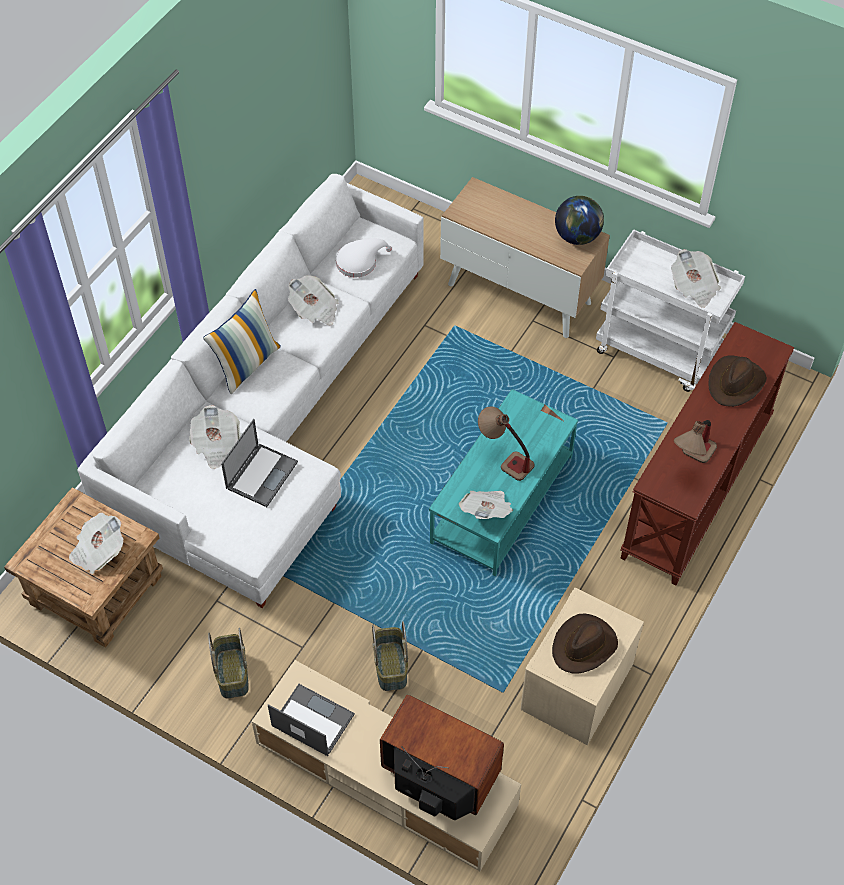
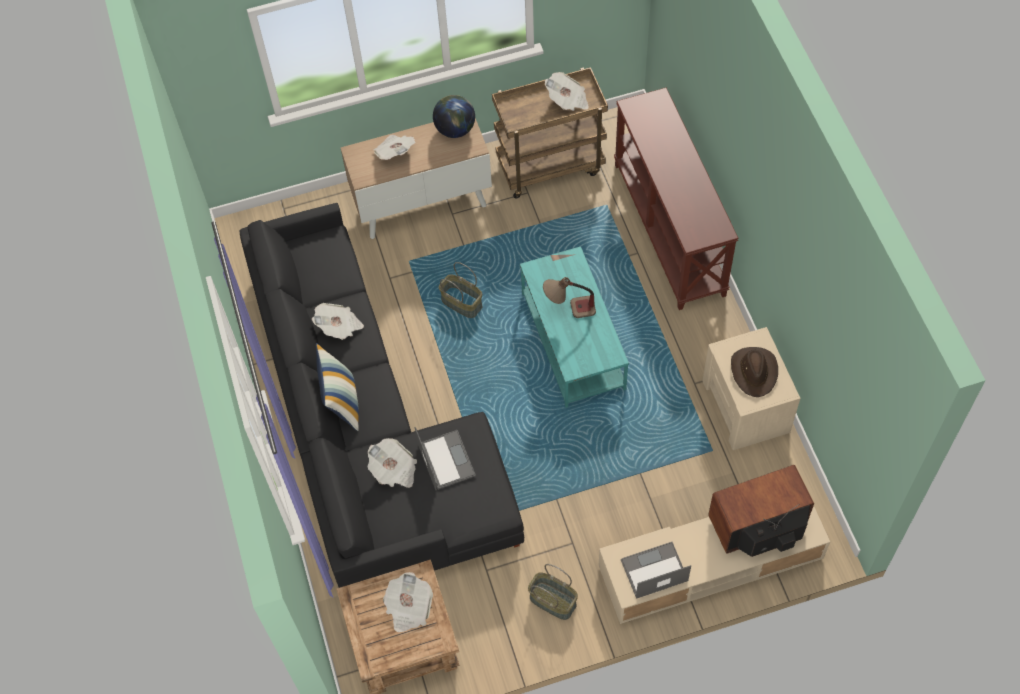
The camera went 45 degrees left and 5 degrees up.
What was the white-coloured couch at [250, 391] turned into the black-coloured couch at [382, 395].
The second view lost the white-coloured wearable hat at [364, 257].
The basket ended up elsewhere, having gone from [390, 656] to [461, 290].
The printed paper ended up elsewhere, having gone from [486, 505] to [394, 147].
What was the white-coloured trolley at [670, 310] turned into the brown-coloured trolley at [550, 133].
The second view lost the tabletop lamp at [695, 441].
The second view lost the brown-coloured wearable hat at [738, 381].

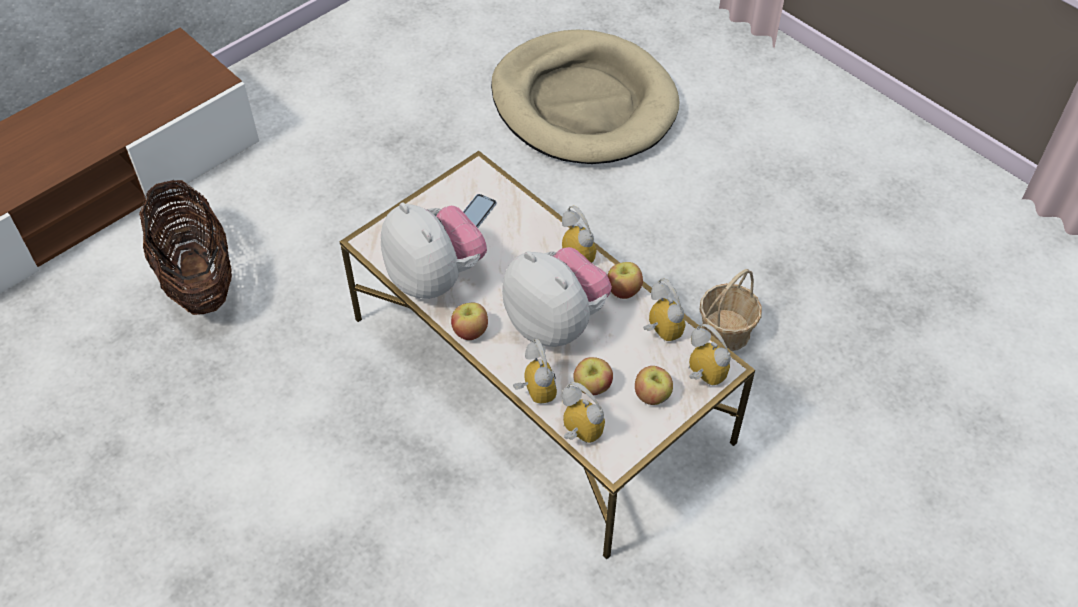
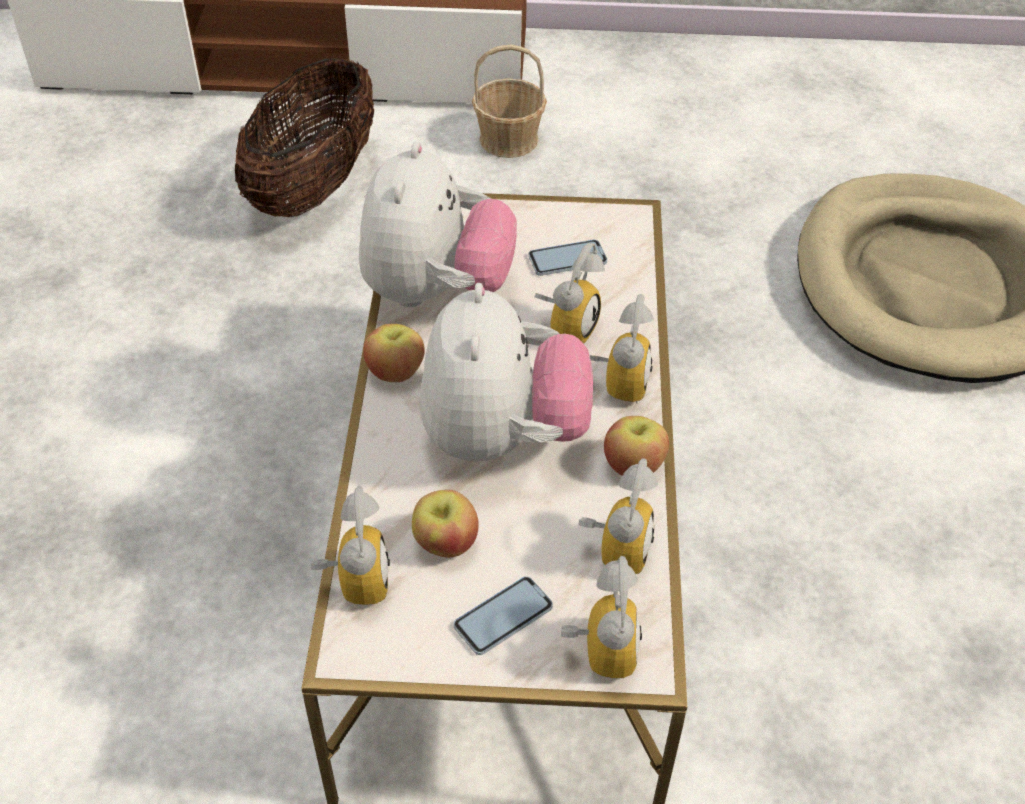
The camera went 45 degrees right and 5 degrees down.
The alarm clock ended up elsewhere, having gone from [535, 371] to [570, 293].
Where the apple stood at [654, 385], the telephone came to stand at [503, 615].
The basket ended up elsewhere, having gone from [731, 310] to [509, 101].

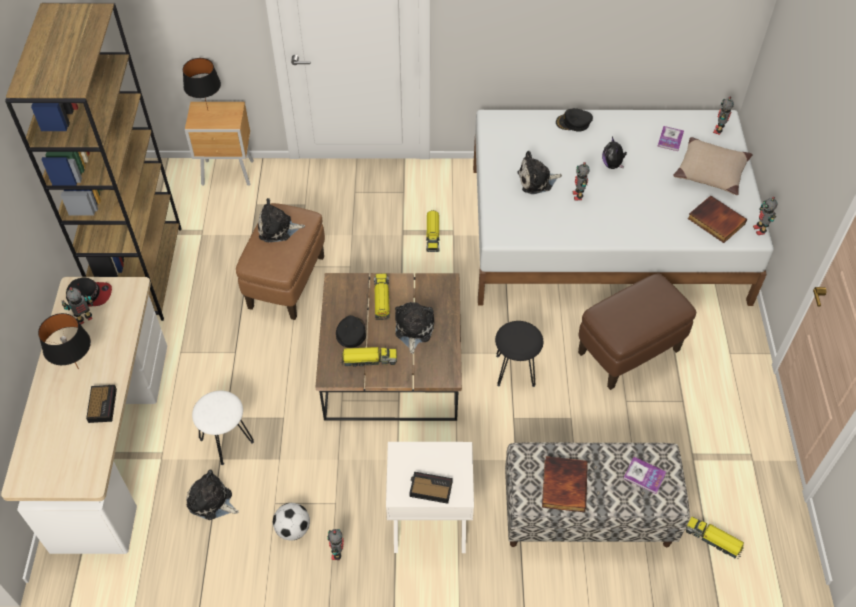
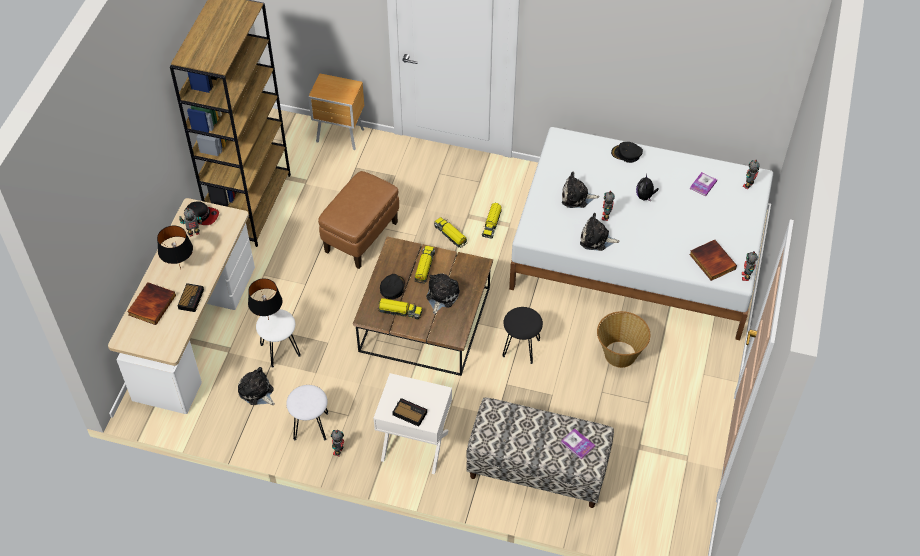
The camera went 15 degrees right and 0 degrees up.
The black-coloured tabletop lamp ended up elsewhere, having gone from [202, 83] to [265, 299].
The cuddly toy ended up elsewhere, having gone from [281, 220] to [600, 232].
Where the football stood at [291, 522], the white-coloured sitting stool came to stand at [307, 413].
The volume ended up elsewhere, having gone from [565, 484] to [151, 303].
Where the brown-coloured pouffe stood at [637, 332], the basket came to stand at [623, 339].
The second view lost the beige cushion at [713, 166].
The toy lorry ended up elsewhere, having gone from [714, 537] to [451, 232].

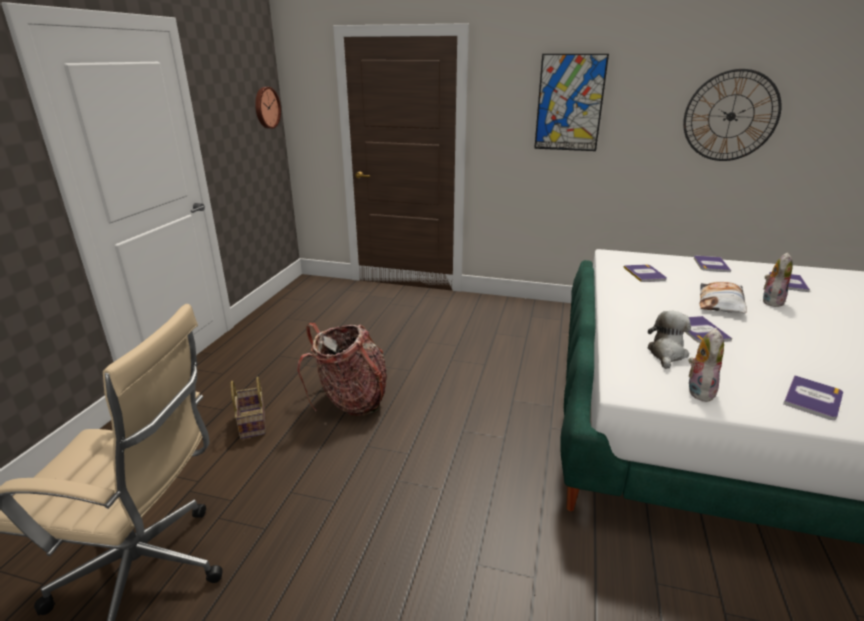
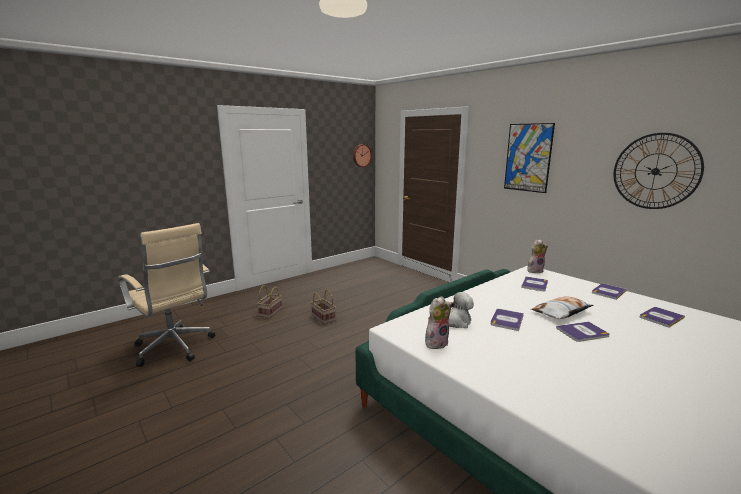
The camera went 35 degrees right and 10 degrees down.
Where the rucksack stood at [342, 369], the basket came to stand at [323, 307].
The cuddly toy ended up elsewhere, having gone from [778, 280] to [537, 256].
The volume ended up elsewhere, having gone from [813, 397] to [582, 331].

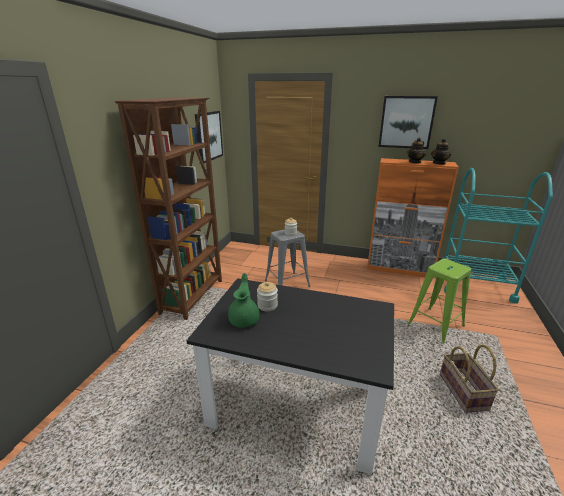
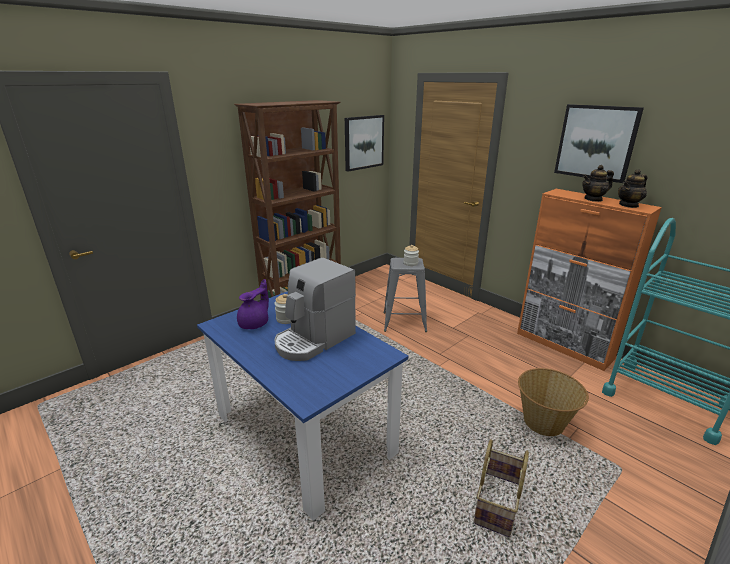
The camera went 30 degrees right and 0 degrees up.
What was the black-coloured kitchen table at [290, 376] turned into the blue kitchen table at [302, 406].
What was the green-coloured teapot at [244, 300] turned into the purple-coloured teapot at [253, 304].
Where the green-coloured sitting stool stood at [439, 301], the basket came to stand at [553, 402].
The second view gained the coffee maker at [315, 309].

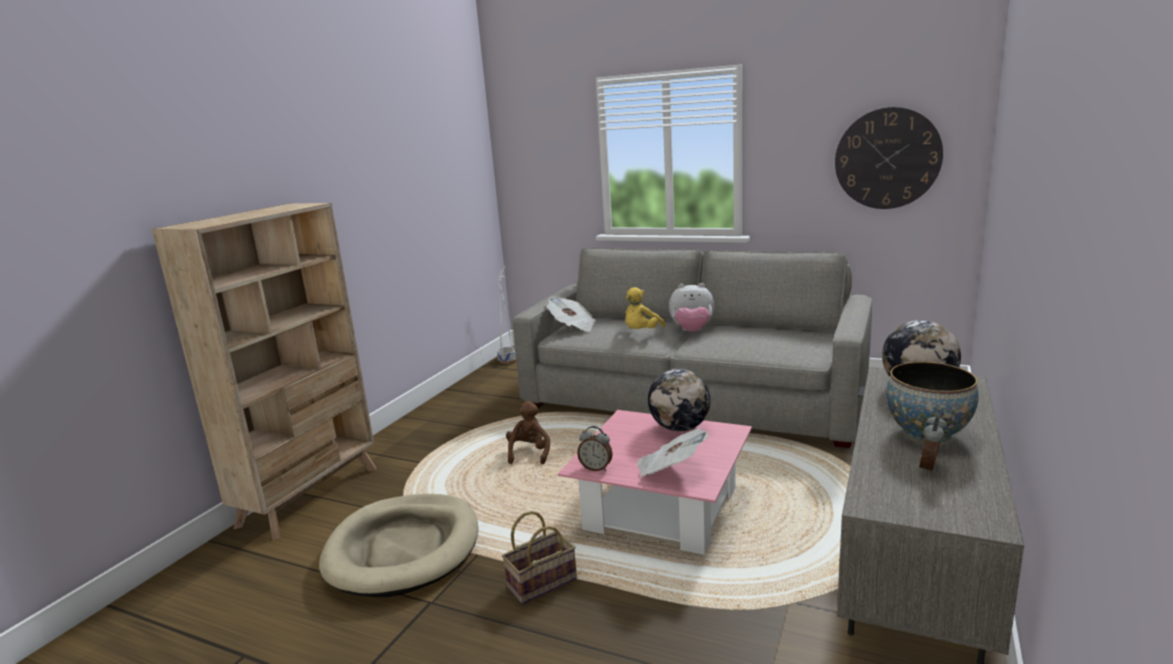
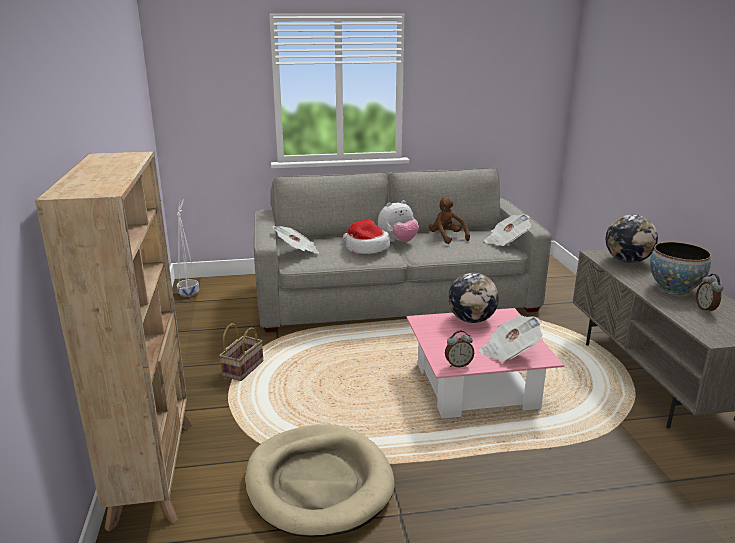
The camera went 35 degrees left and 5 degrees up.
The basket ended up elsewhere, having gone from [539, 557] to [241, 352].
The brown-coloured cuddly toy ended up elsewhere, having gone from [528, 432] to [449, 220].
Where the yellowish cuddly toy stood at [645, 308], the wearable hat came to stand at [366, 237].
The second view lost the wall clock at [889, 158].
The second view gained the printed paper at [507, 230].

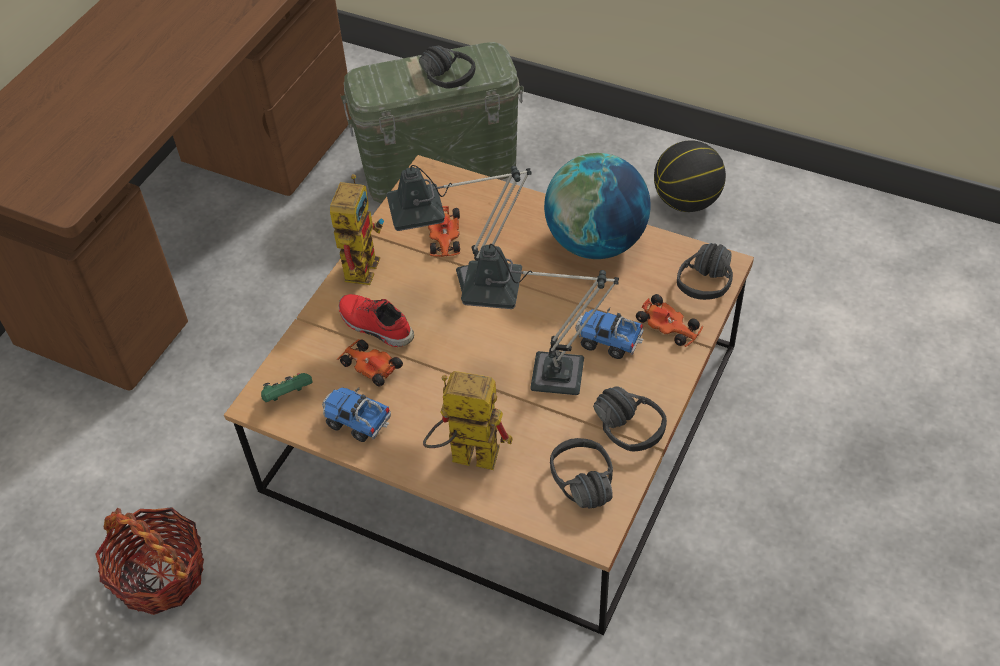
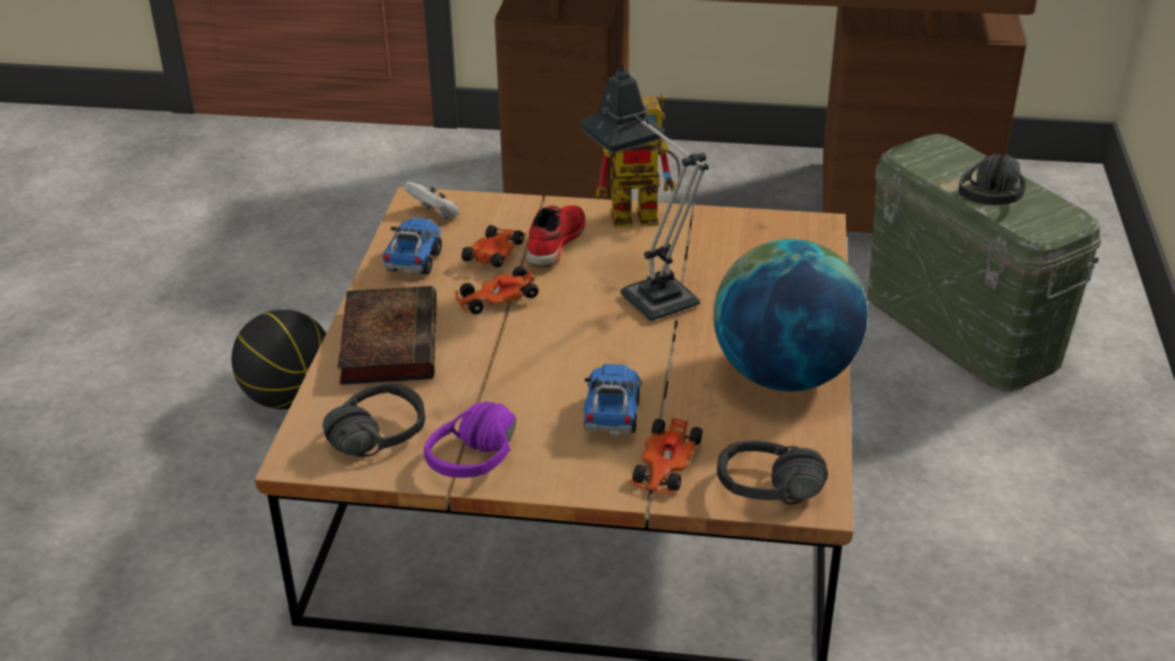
The camera went 70 degrees right and 15 degrees down.
The second view lost the basket at [149, 561].
What was the green-coloured game controller at [287, 387] turned into the white-coloured game controller at [431, 200].
Where the robot figure stood at [468, 420], the volume came to stand at [387, 335].
The model car ended up elsewhere, having gone from [444, 231] to [497, 290].
The second view lost the tabletop lamp at [540, 319].
What was the black-coloured headset at [630, 418] turned into the purple-coloured headset at [470, 439].
The basketball ended up elsewhere, having gone from [690, 176] to [279, 359].

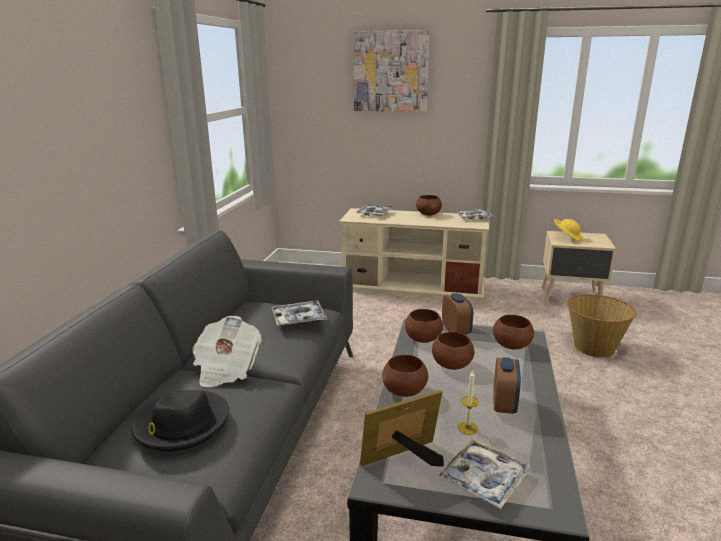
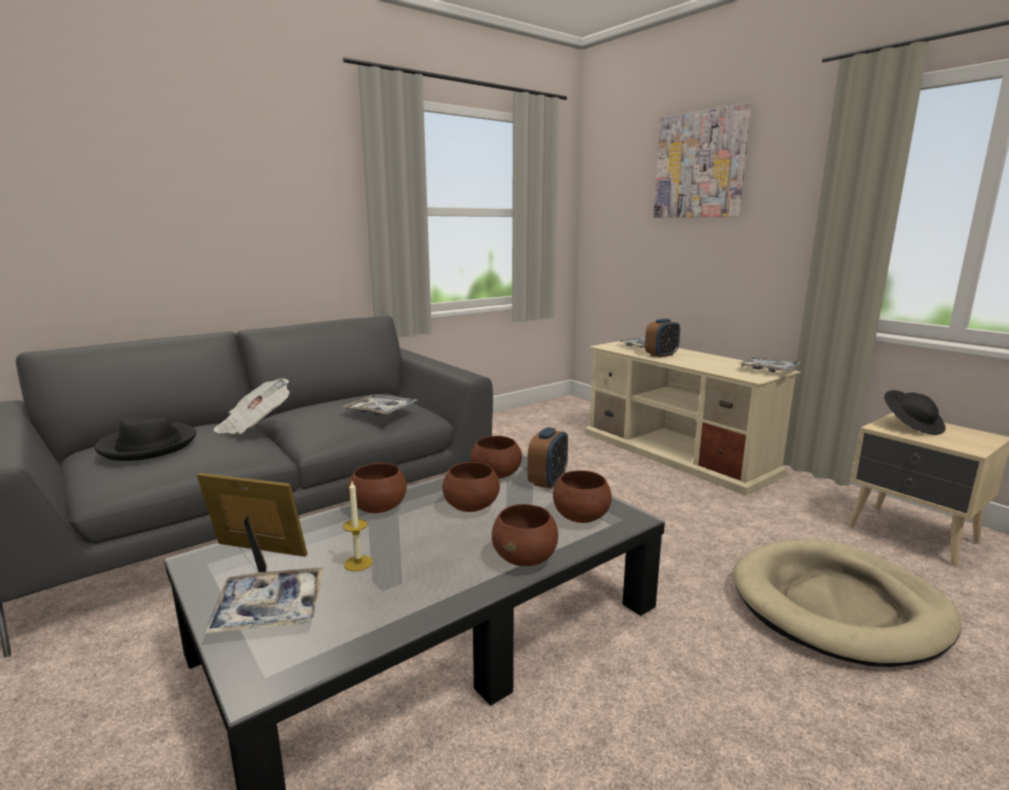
The camera went 40 degrees right and 5 degrees down.
The brown-coloured deep dish ended up elsewhere, having gone from [429, 205] to [525, 535].
The alarm clock ended up elsewhere, having gone from [507, 385] to [662, 338].
What was the yellowish wearable hat at [569, 230] turned into the black-coloured wearable hat at [914, 412].
Where the basket stood at [601, 326], the beige dog bed came to stand at [847, 603].

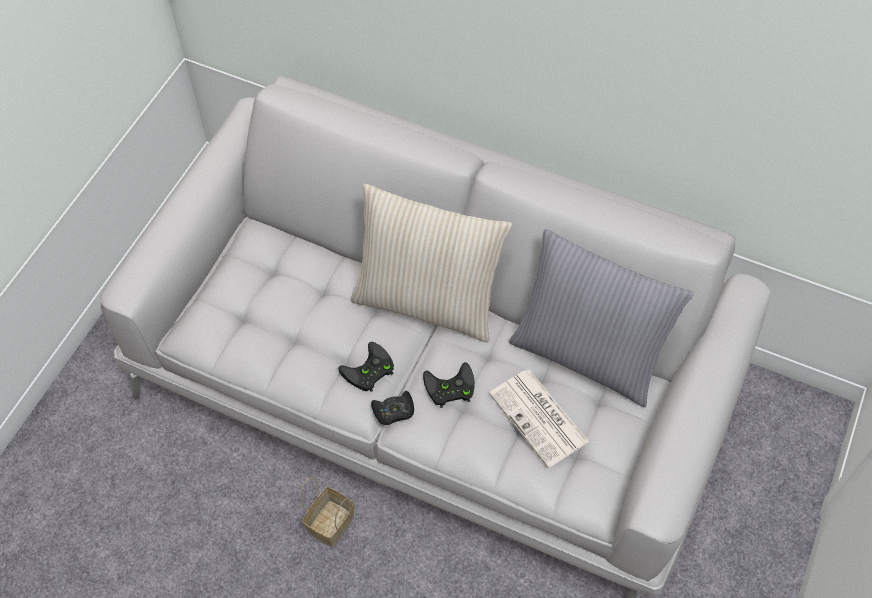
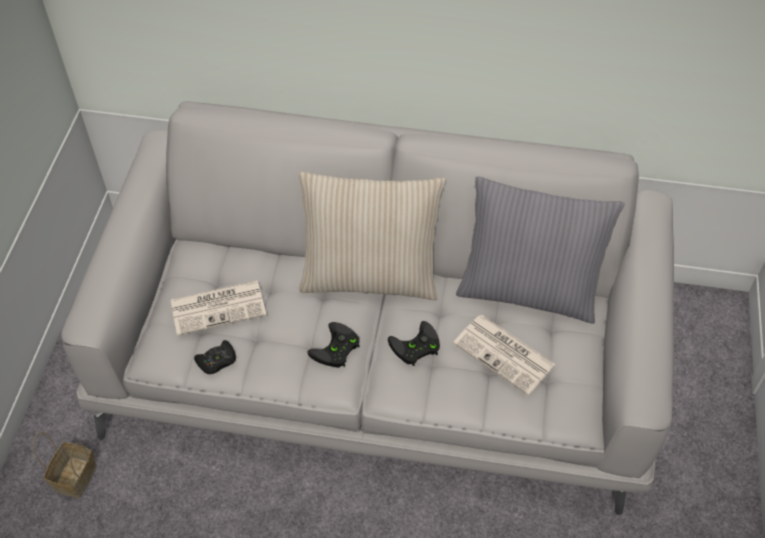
The camera went 15 degrees left and 5 degrees down.
The basket ended up elsewhere, having gone from [327, 512] to [65, 465].
The black-coloured game controller ended up elsewhere, having gone from [392, 408] to [215, 357].
The second view gained the printed paper at [218, 308].

